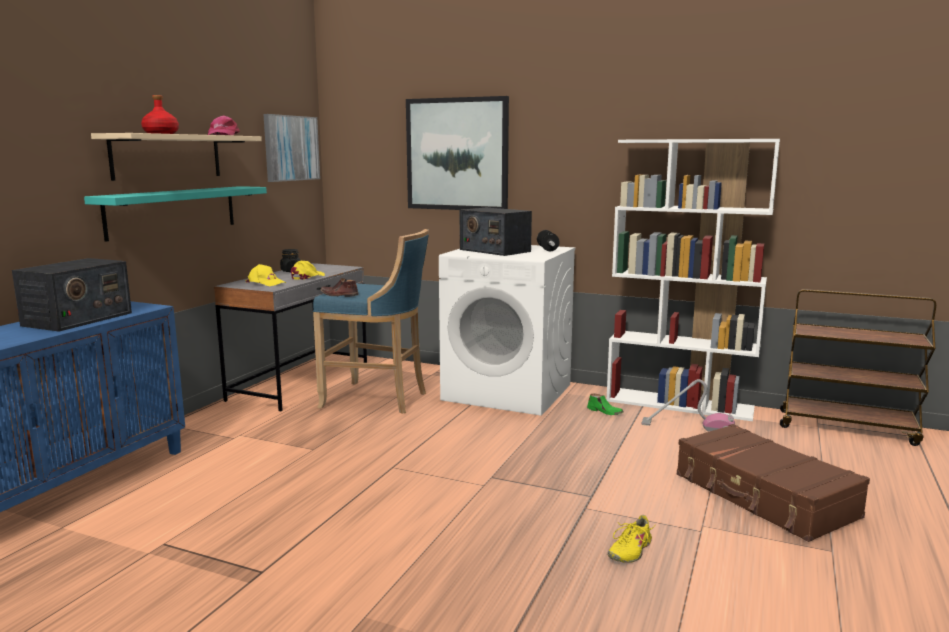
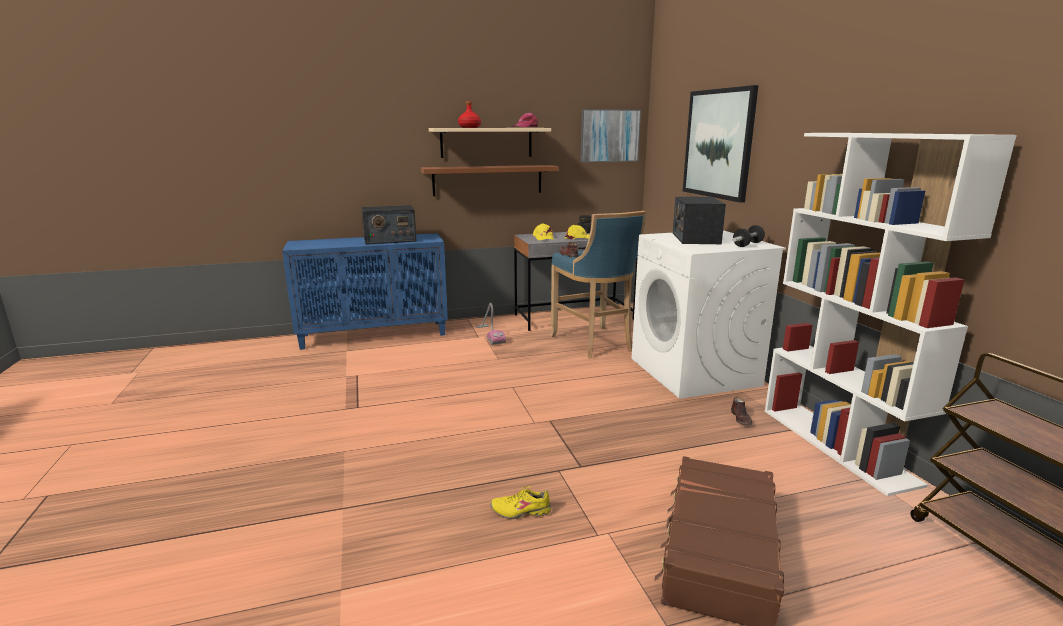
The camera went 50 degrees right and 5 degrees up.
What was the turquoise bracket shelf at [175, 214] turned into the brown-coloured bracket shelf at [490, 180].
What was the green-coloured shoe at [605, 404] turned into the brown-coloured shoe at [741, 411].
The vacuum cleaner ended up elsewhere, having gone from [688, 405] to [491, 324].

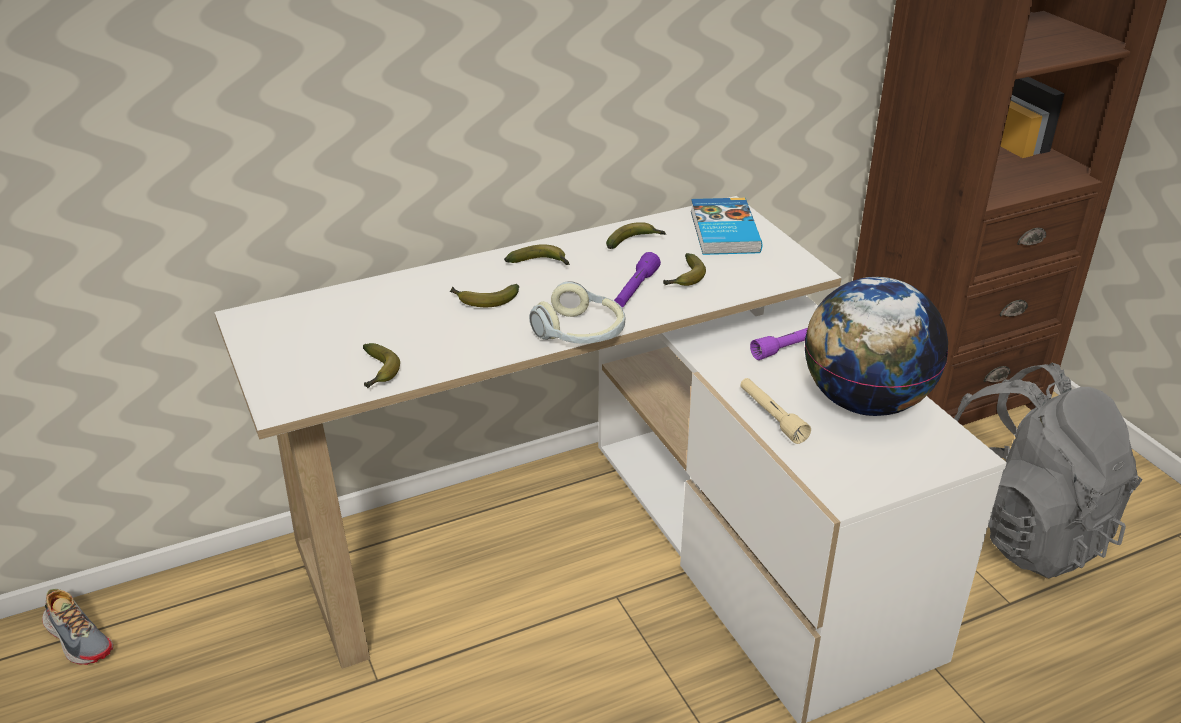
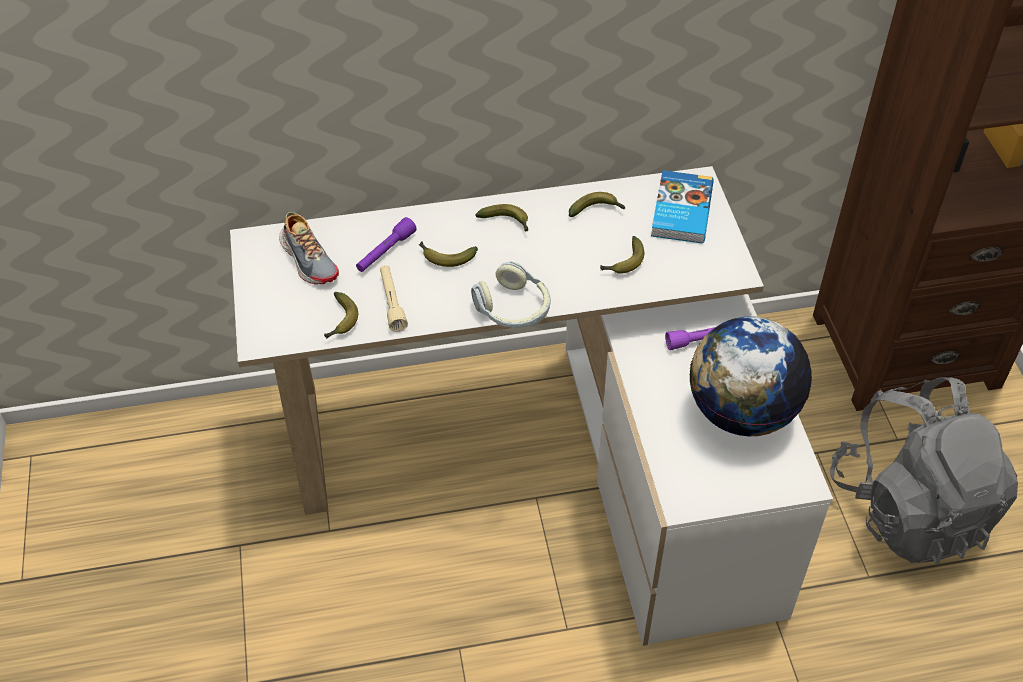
The camera went 15 degrees right and 15 degrees up.
The shoe ended up elsewhere, having gone from [77, 627] to [309, 248].
The purple-coloured hand torch ended up elsewhere, having gone from [637, 279] to [386, 244].
The beige hand torch ended up elsewhere, having gone from [775, 411] to [394, 298].

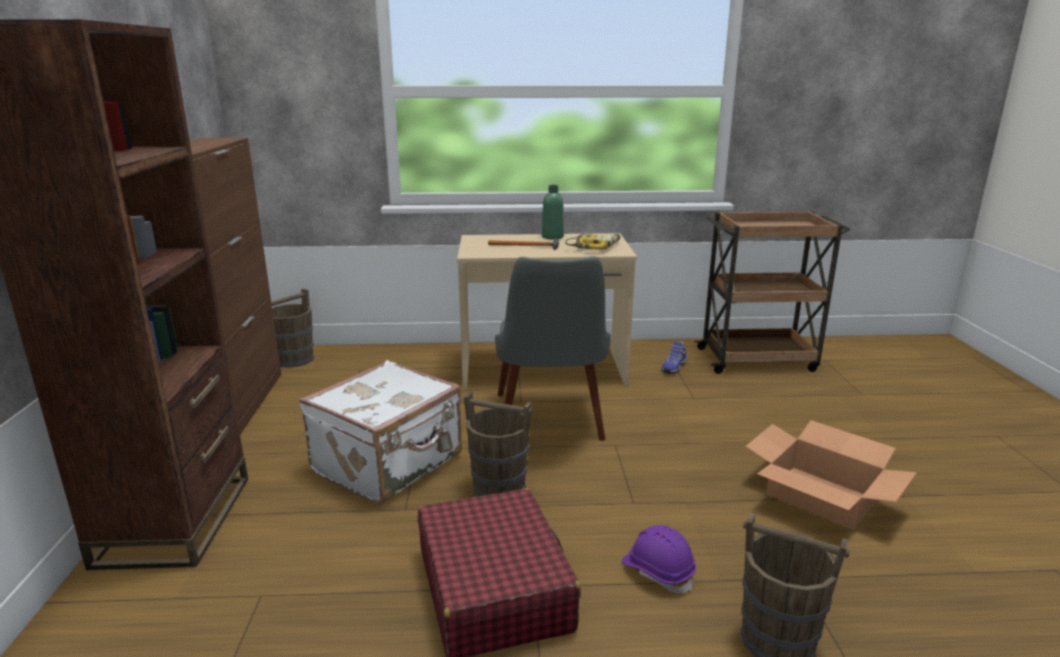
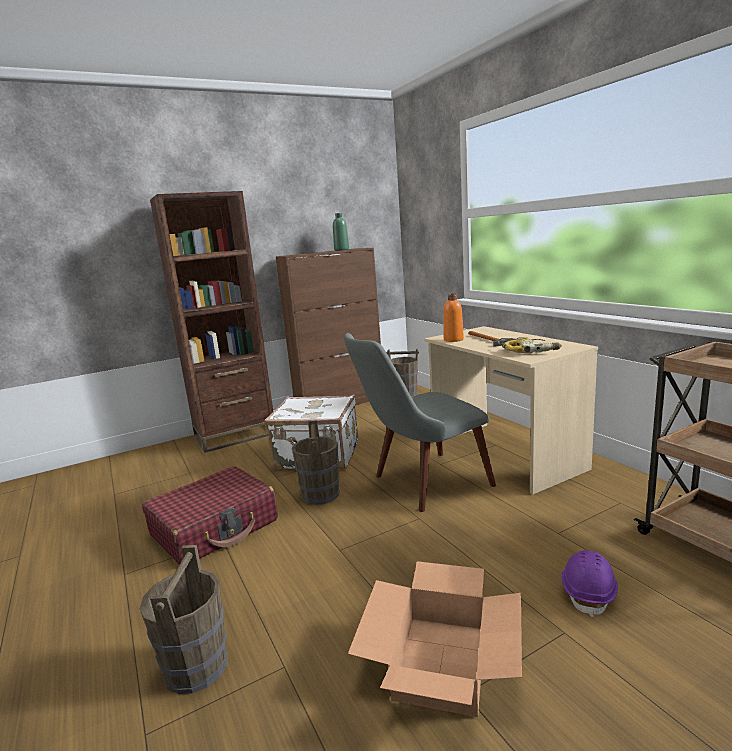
The camera went 65 degrees right and 5 degrees down.
The green-coloured bottle ended up elsewhere, having gone from [553, 212] to [341, 232].
The purple-coloured safety helmet ended up elsewhere, having gone from [658, 559] to [590, 584].
The second view lost the shoe at [673, 357].
The second view gained the orangey bottle at [454, 318].

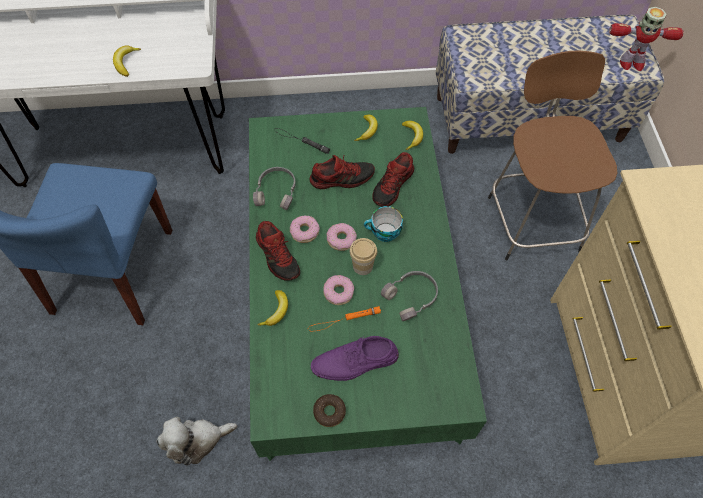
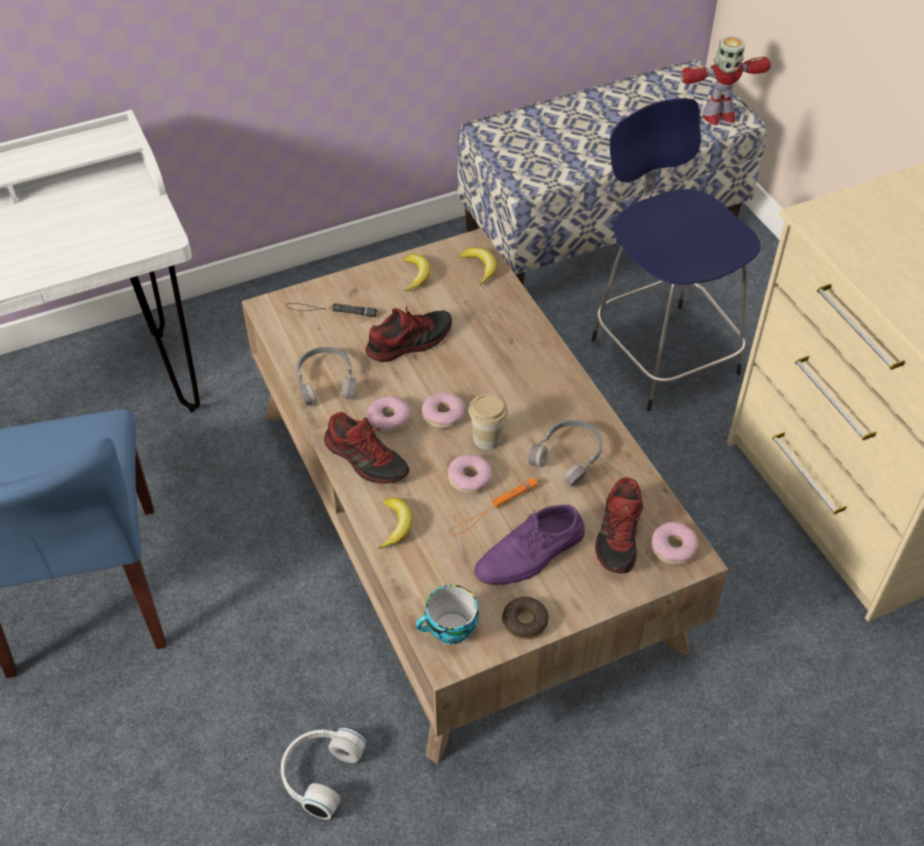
The camera went 20 degrees left and 10 degrees down.
The second view lost the banana at [127, 61].
Where the cuddly toy stood at [197, 441], the white-coloured headset came to stand at [323, 774].
What was the green-coloured coffee table at [368, 284] turned into the brown-coloured coffee table at [484, 496].
The drinking cup ended up elsewhere, having gone from [383, 224] to [447, 614].
The shoe ended up elsewhere, having gone from [393, 179] to [619, 526].
What was the brown-coloured sitting stool at [552, 155] turned into the blue sitting stool at [676, 254].
The second view gained the ring doughnut at [674, 543].

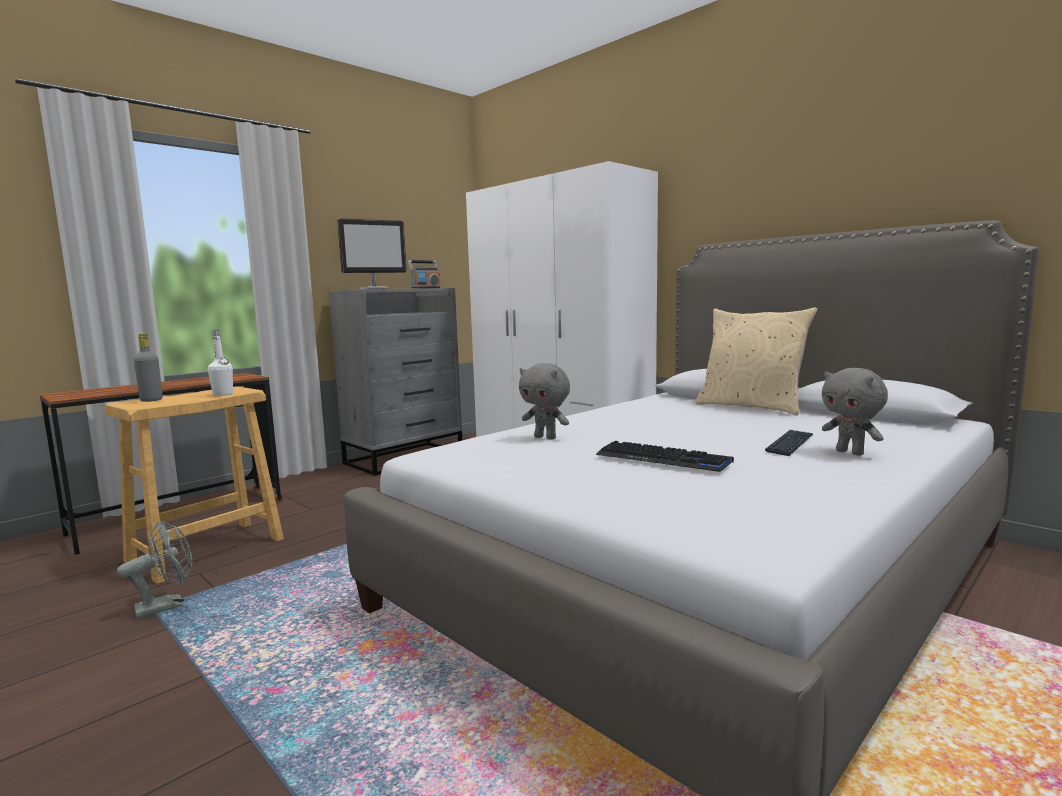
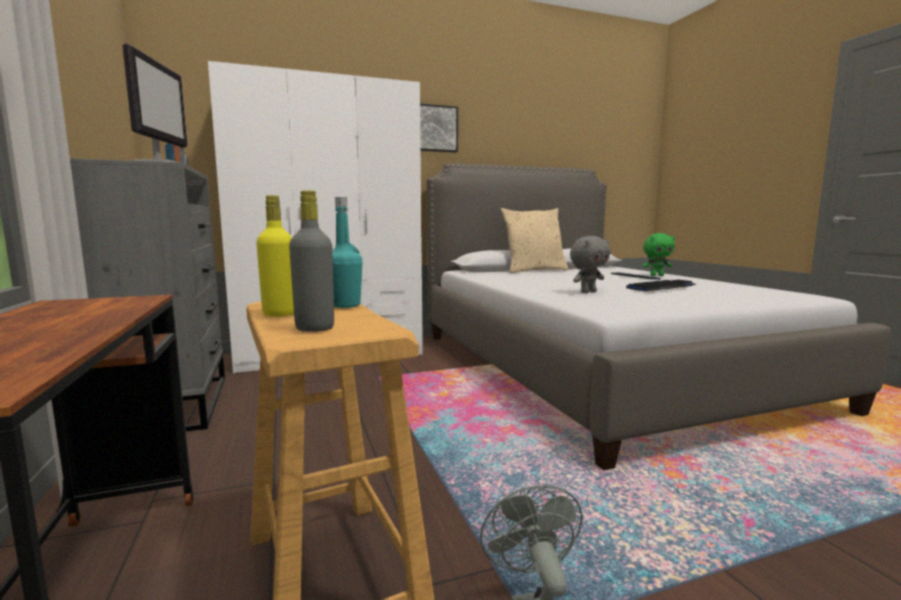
The camera went 65 degrees left and 0 degrees up.
What was the white-coloured bottle at [220, 363] turned into the turquoise bottle at [347, 252].
What was the grey cuddly toy at [855, 412] turned into the green-coloured cuddly toy at [659, 254].
The second view gained the yellowish bottle at [275, 256].
The second view gained the wall art at [439, 127].

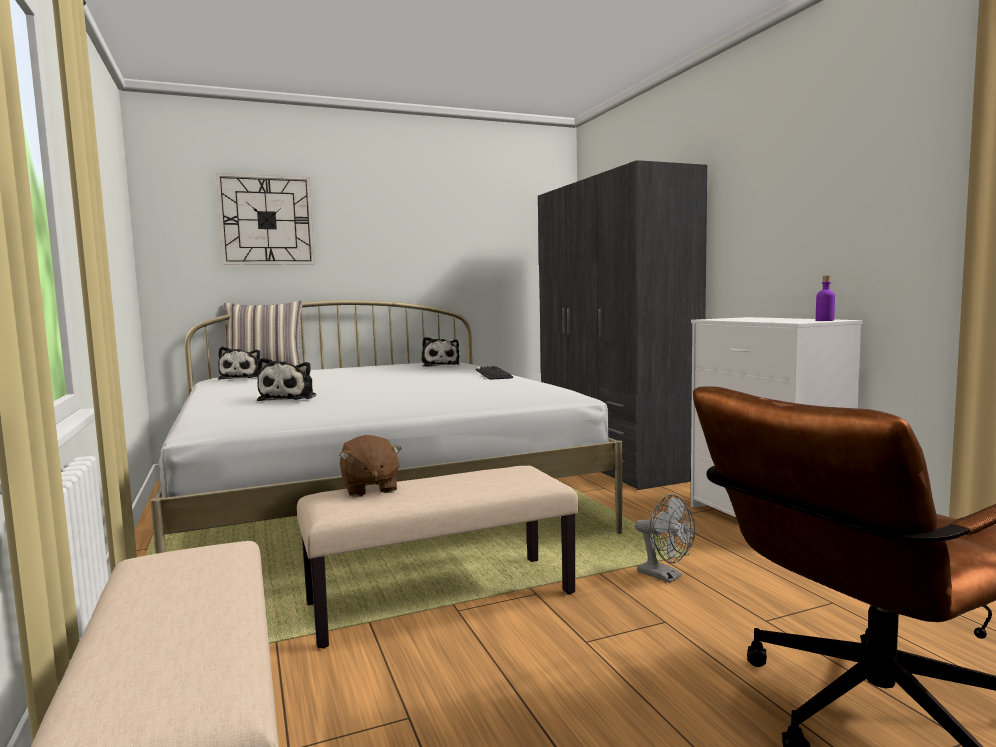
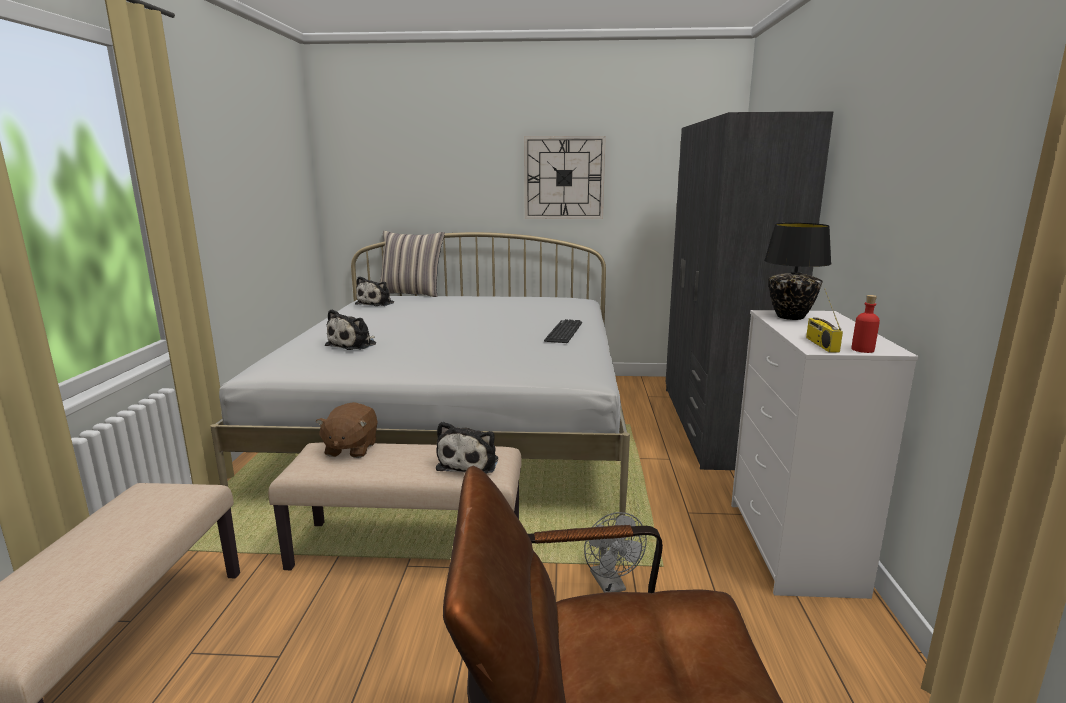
The camera went 25 degrees right and 10 degrees up.
The wall clock ended up elsewhere, having gone from [265, 219] to [565, 177].
The cuddly toy ended up elsewhere, having gone from [440, 352] to [467, 447].
What was the purple-coloured bottle at [825, 298] turned into the red-coloured bottle at [866, 324].
The second view gained the black-coloured tabletop lamp at [798, 271].
The second view gained the radio set at [824, 321].

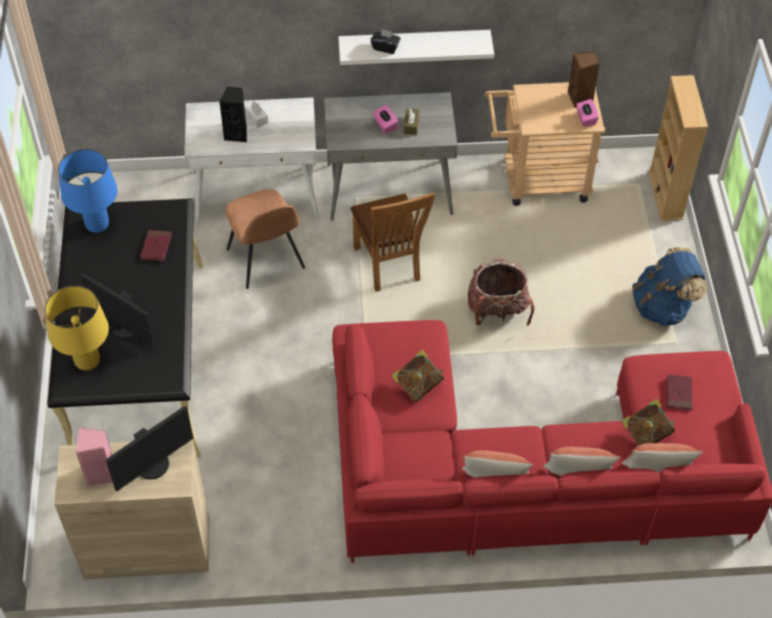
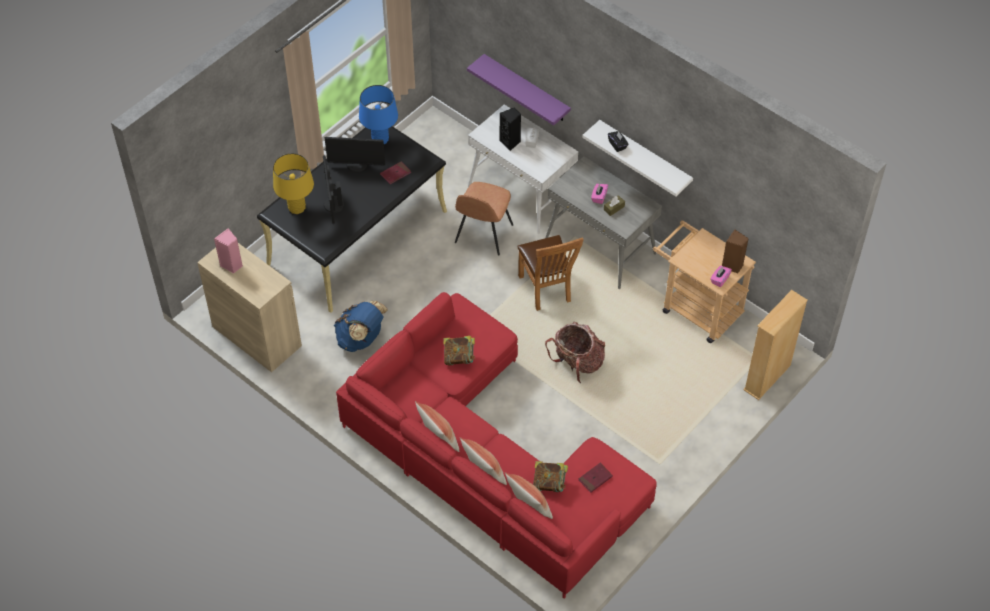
The camera went 45 degrees right and 0 degrees up.
The computer screen ended up elsewhere, having gone from [149, 448] to [355, 154].
The brown-coloured chair at [393, 242] ended up facing another way, 45 degrees counterclockwise from before.
The blue rucksack ended up elsewhere, having gone from [669, 286] to [361, 326].
The second view gained the purple-coloured bracket shelf at [519, 90].

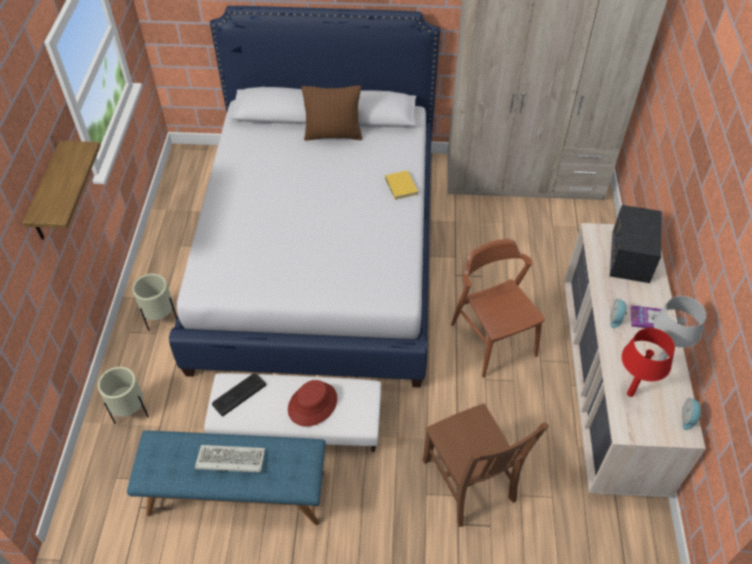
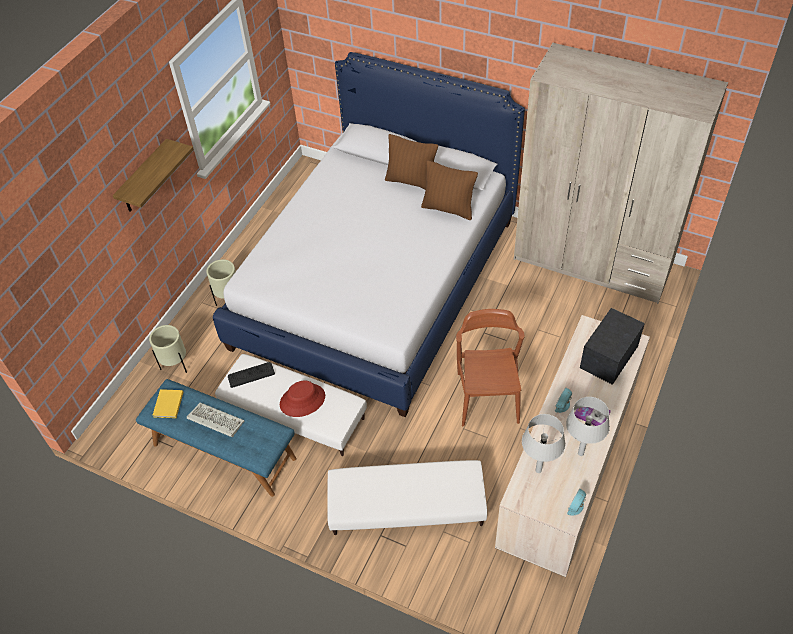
The camera went 25 degrees right and 0 degrees up.
The yellowish volume ended up elsewhere, having gone from [401, 185] to [168, 403].
Where the brown-coloured chair stood at [486, 465], the white-coloured pouffe came to stand at [407, 497].
What was the red-coloured tabletop lamp at [648, 362] turned into the grey tabletop lamp at [543, 443].
The second view gained the brown-coloured cushion at [449, 190].

